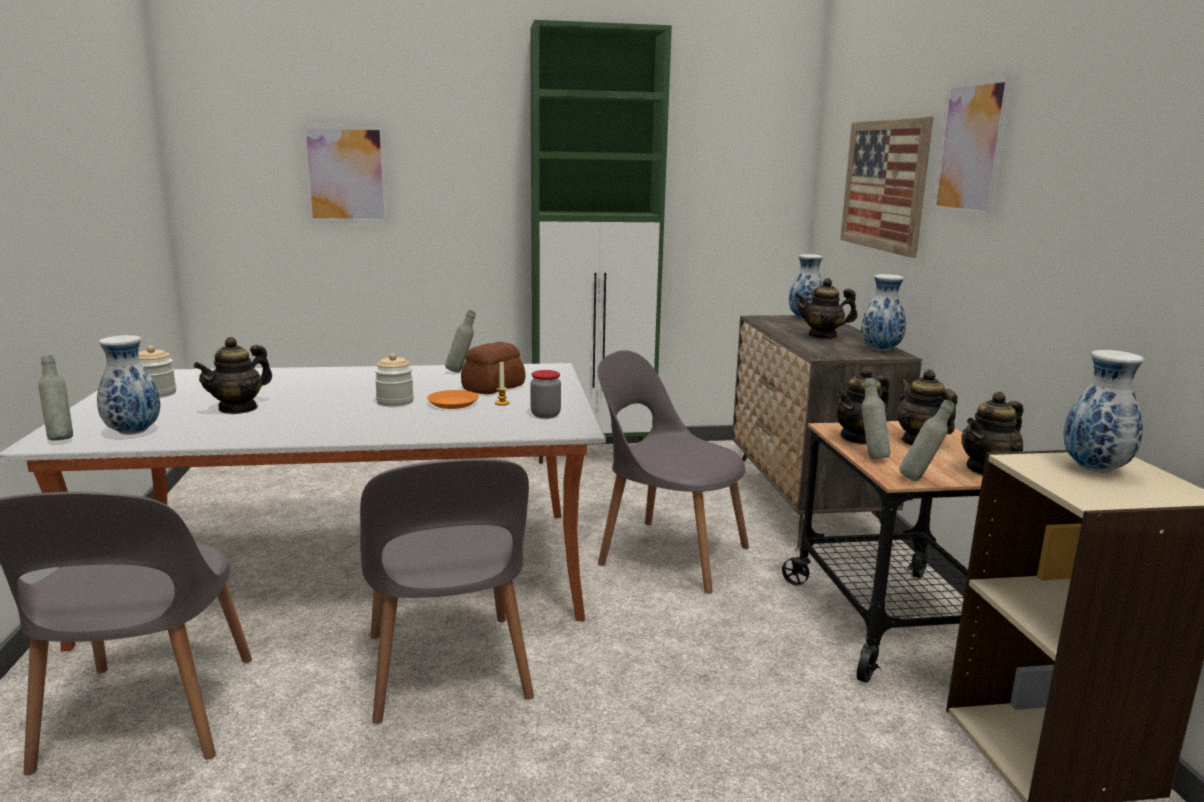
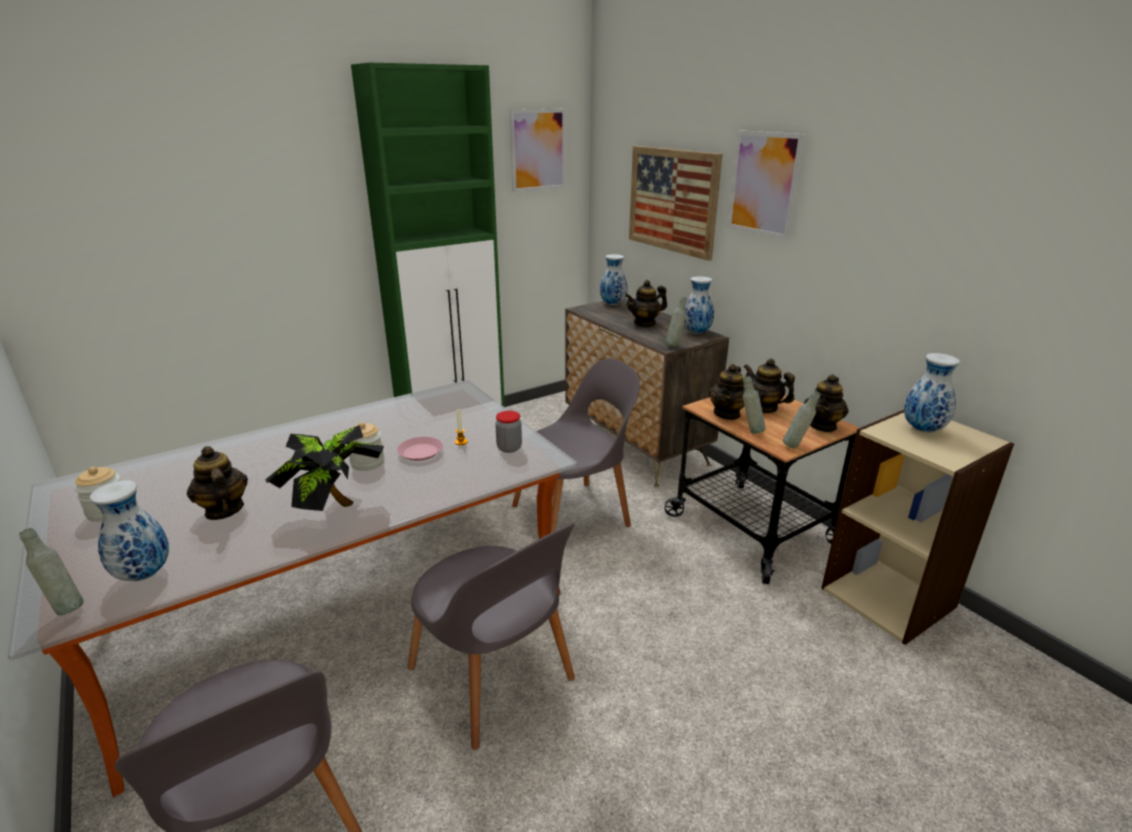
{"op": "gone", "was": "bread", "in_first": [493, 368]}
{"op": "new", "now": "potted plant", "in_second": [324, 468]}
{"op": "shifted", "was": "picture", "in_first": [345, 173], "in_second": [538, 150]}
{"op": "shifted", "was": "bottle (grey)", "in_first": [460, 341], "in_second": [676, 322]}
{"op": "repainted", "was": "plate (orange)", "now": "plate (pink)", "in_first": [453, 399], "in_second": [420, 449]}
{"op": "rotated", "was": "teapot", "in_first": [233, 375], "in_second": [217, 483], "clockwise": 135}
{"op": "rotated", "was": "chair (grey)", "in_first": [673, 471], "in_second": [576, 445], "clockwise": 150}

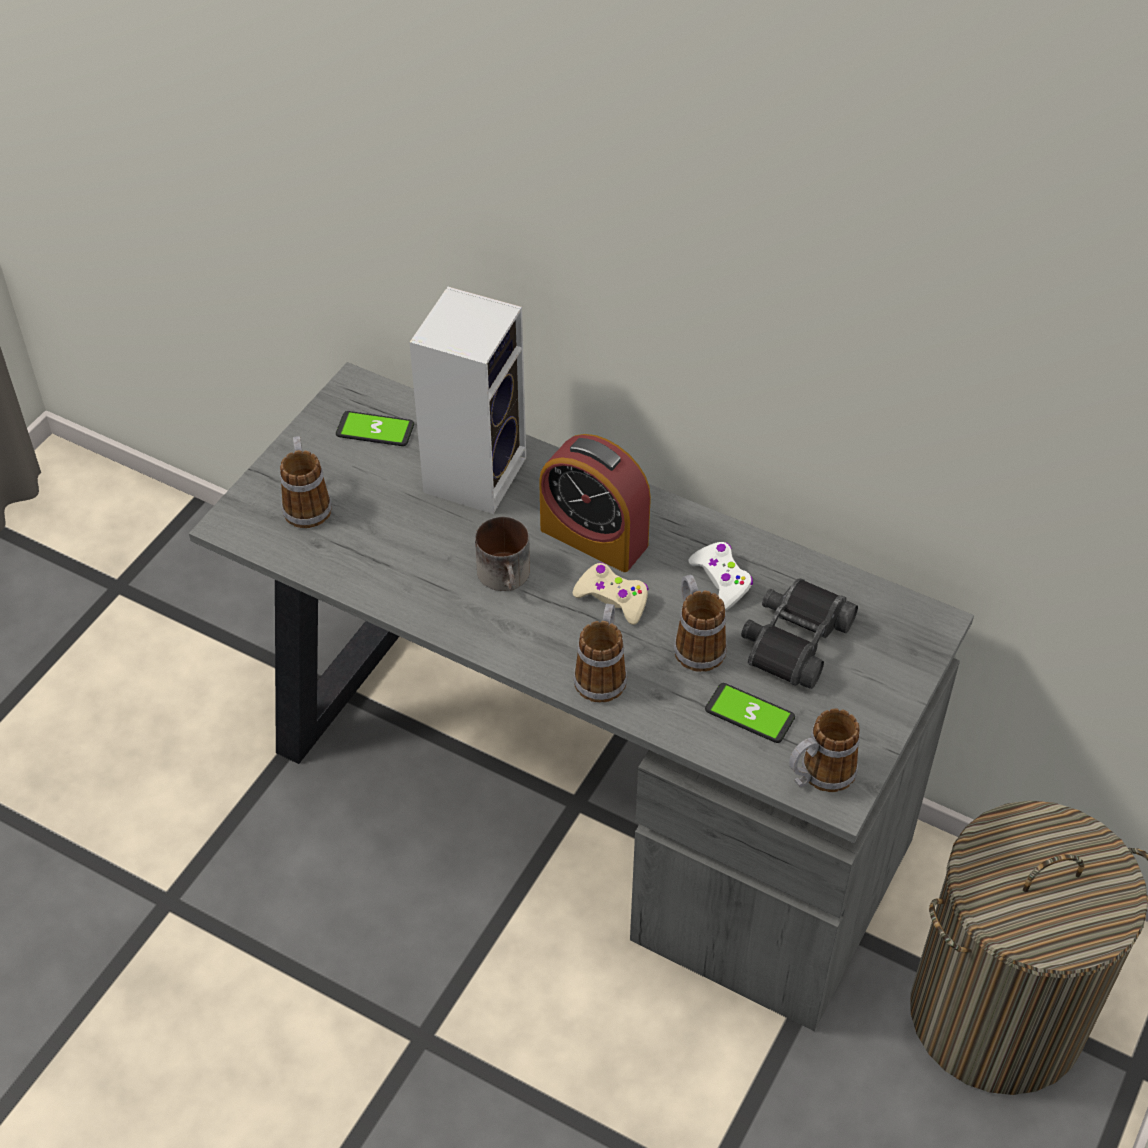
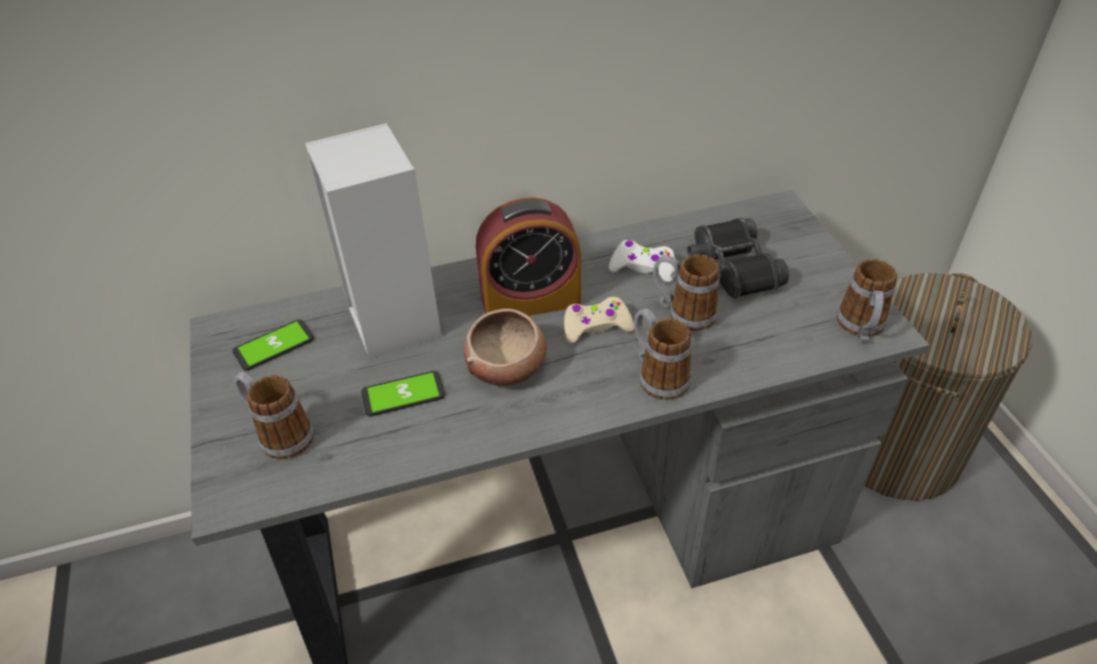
{"op": "shifted", "was": "phone", "in_first": [750, 713], "in_second": [403, 393]}
{"op": "swapped", "was": "mug", "now": "bowl", "in_first": [502, 554], "in_second": [505, 347]}

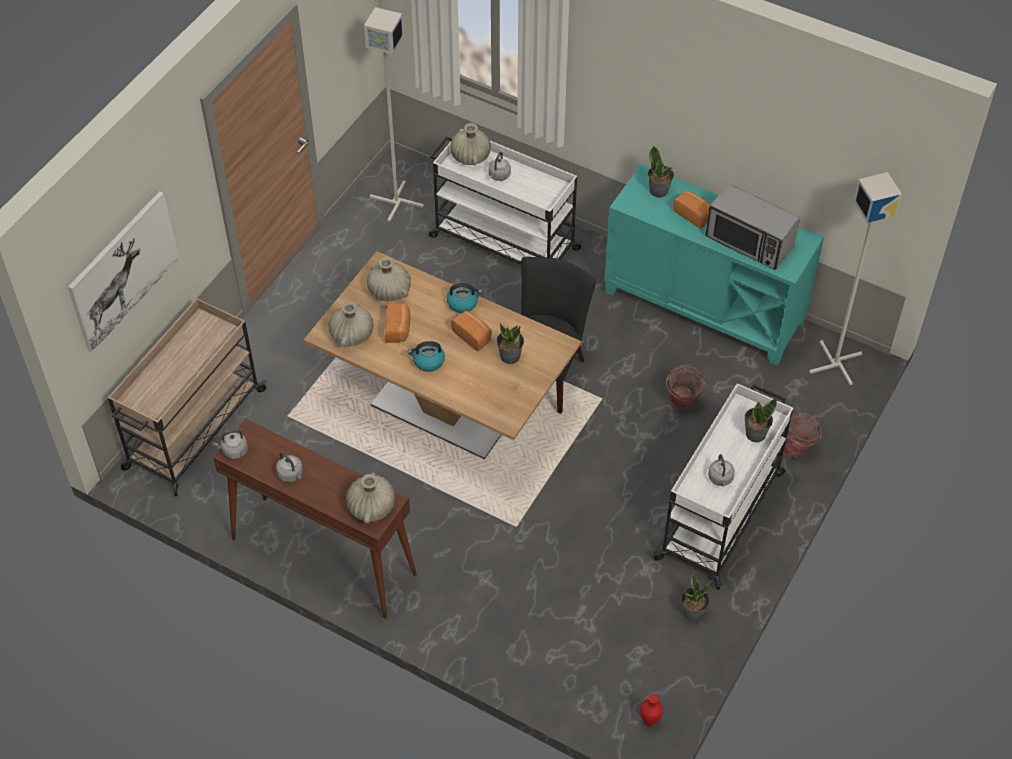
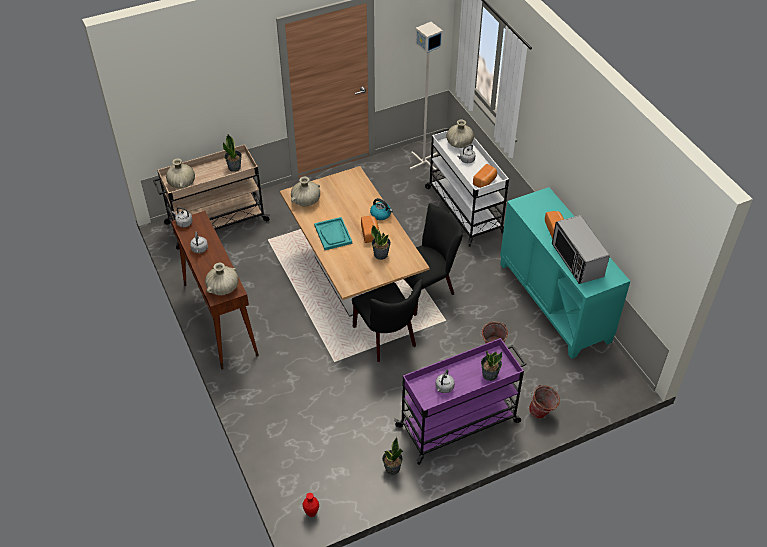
{"op": "gone", "was": "picture", "in_first": [123, 272]}
{"op": "gone", "was": "floor lamp (grey)", "in_first": [855, 278]}
{"op": "new", "now": "chair (black)", "in_second": [387, 320]}
{"op": "shifted", "was": "vase (beige)", "in_first": [389, 279], "in_second": [180, 173]}
{"op": "shifted", "was": "bread", "in_first": [397, 323], "in_second": [485, 176]}
{"op": "shifted", "was": "potted plant", "in_first": [661, 171], "in_second": [232, 153]}
{"op": "swapped", "was": "kettle", "now": "tray (turquoise)", "in_first": [426, 356], "in_second": [333, 233]}
{"op": "repainted", "was": "cart (white)", "now": "cart (purple)", "in_first": [723, 486], "in_second": [460, 401]}

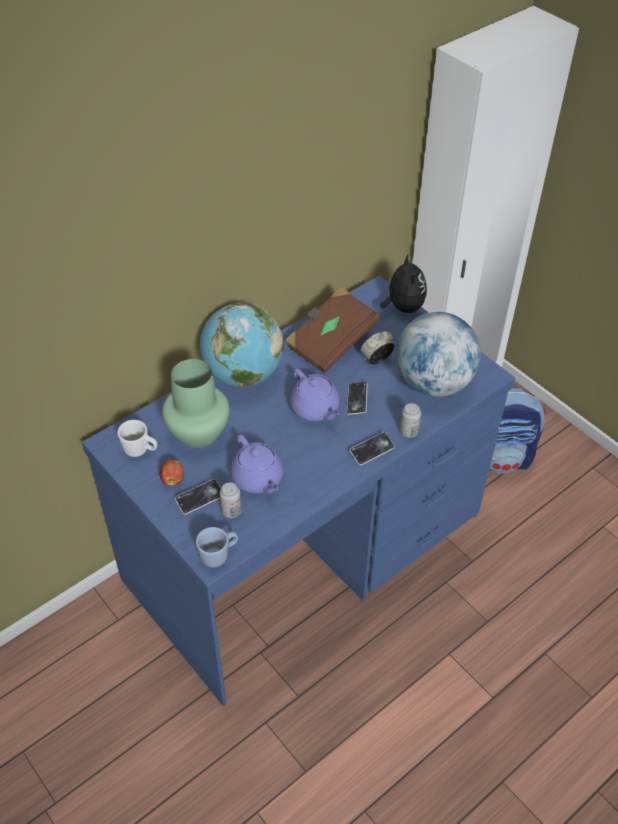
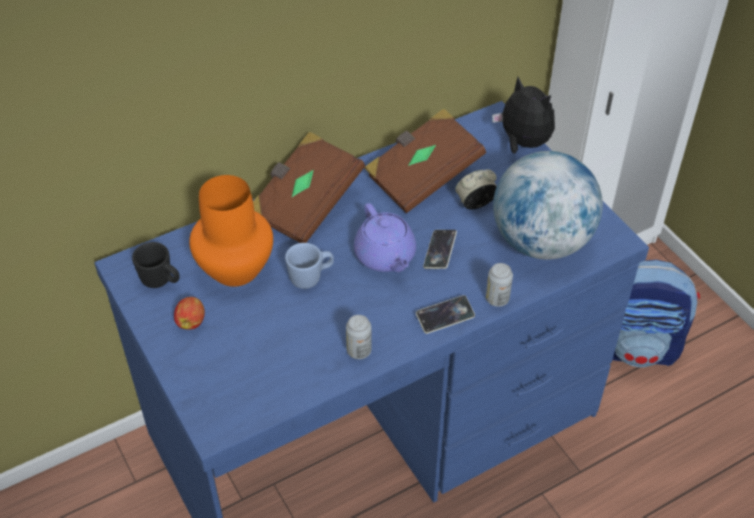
{"op": "gone", "was": "phone", "in_first": [198, 497]}
{"op": "gone", "was": "teapot (purple)", "in_first": [257, 464]}
{"op": "shifted", "was": "mug (blue)", "in_first": [217, 547], "in_second": [309, 266]}
{"op": "shifted", "was": "can", "in_first": [231, 500], "in_second": [359, 337]}
{"op": "swapped", "was": "globe", "now": "book (brown)", "in_first": [242, 345], "in_second": [309, 187]}
{"op": "repainted", "was": "mug (white)", "now": "mug (black)", "in_first": [137, 438], "in_second": [156, 265]}
{"op": "repainted", "was": "vase (green)", "now": "vase (orange)", "in_first": [196, 403], "in_second": [231, 231]}
{"op": "rotated", "was": "plush toy", "in_first": [403, 283], "in_second": [523, 115], "clockwise": -45}

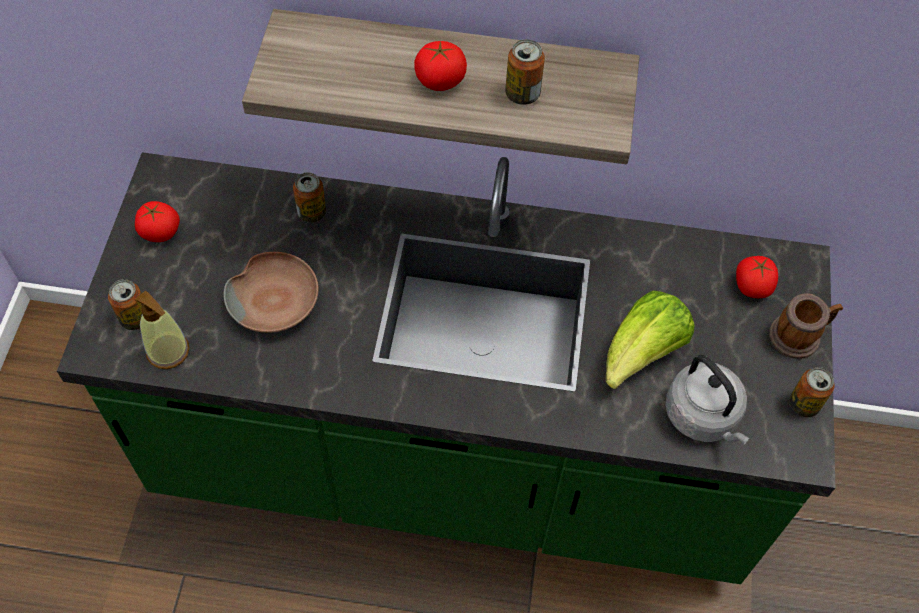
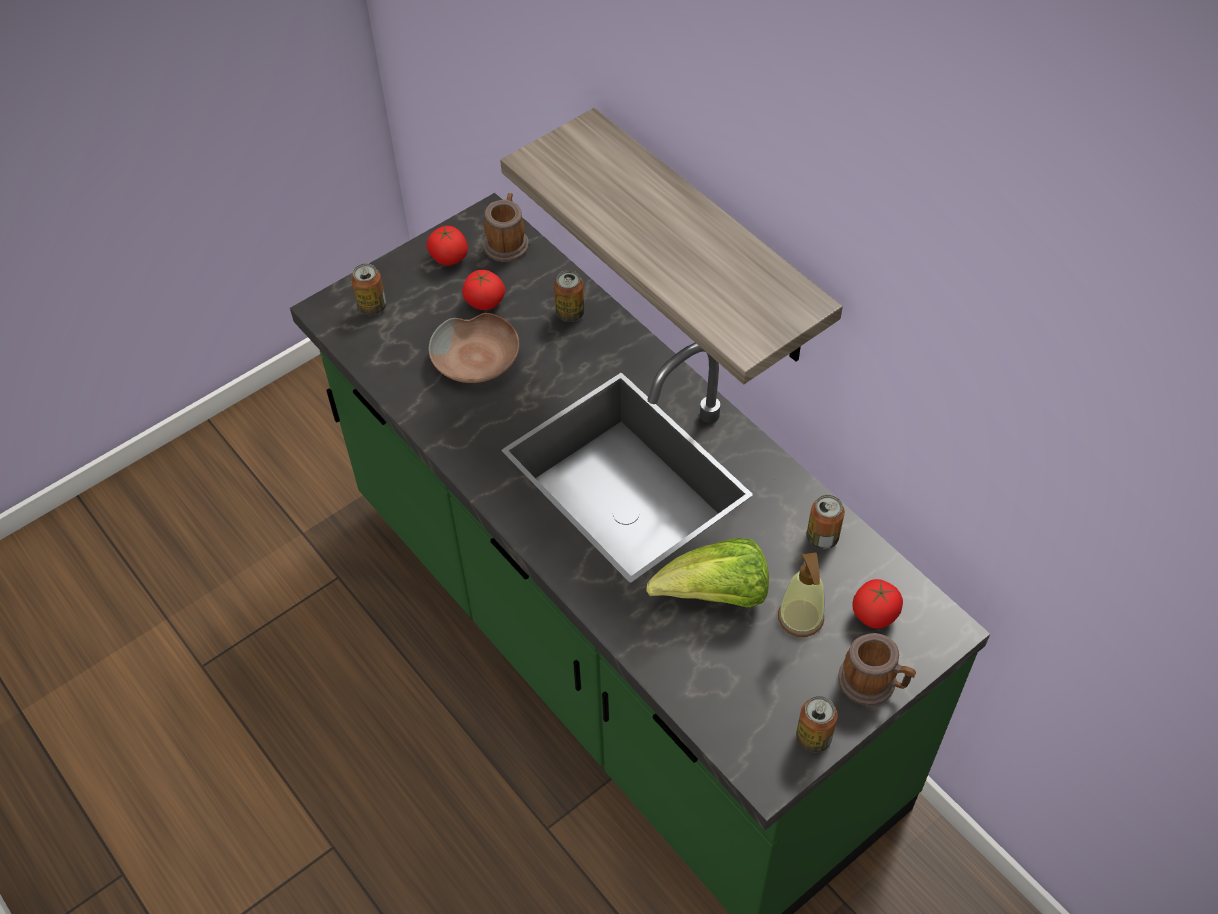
{"op": "gone", "was": "kettle (grey)", "in_first": [707, 400]}
{"op": "new", "now": "mug", "in_second": [506, 227]}
{"op": "shifted", "was": "soap dispenser", "in_first": [162, 329], "in_second": [801, 595]}
{"op": "shifted", "was": "tomato", "in_first": [440, 66], "in_second": [483, 290]}
{"op": "shifted", "was": "can", "in_first": [525, 72], "in_second": [825, 522]}

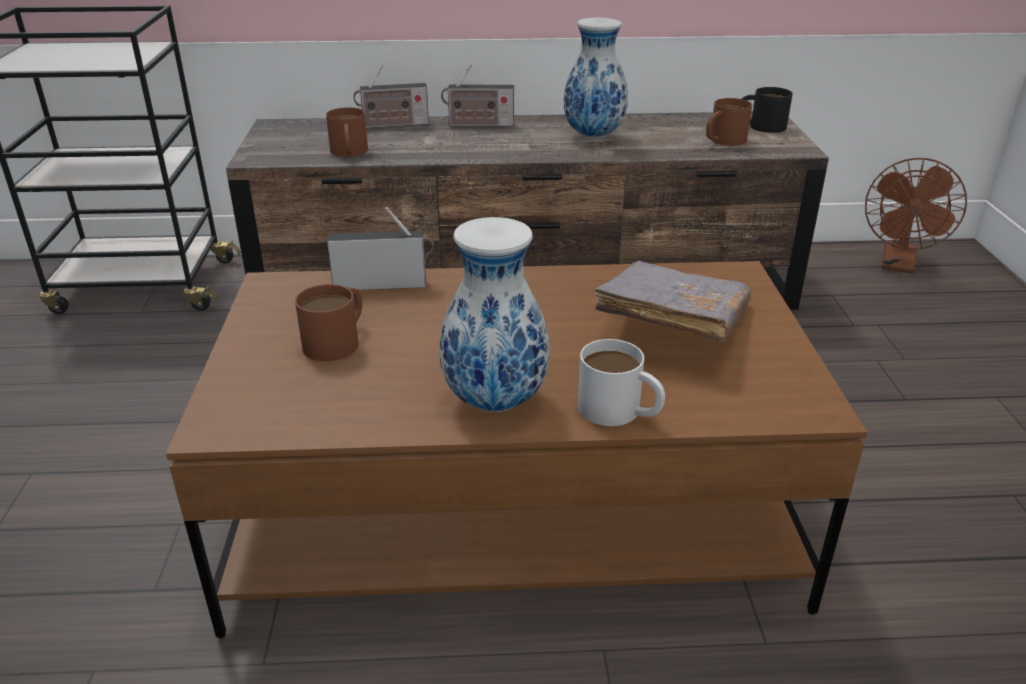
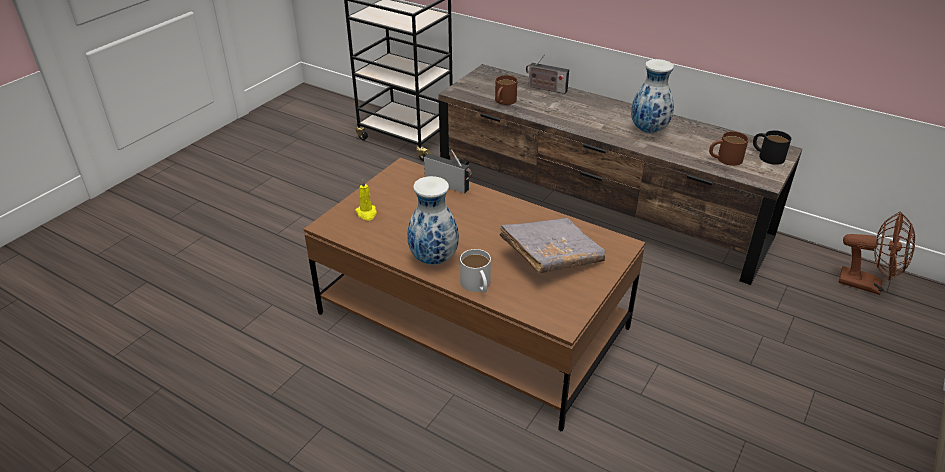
{"op": "gone", "was": "mug (brown)", "in_first": [328, 322]}
{"op": "gone", "was": "radio", "in_first": [477, 96]}
{"op": "new", "now": "candle (yellow)", "in_second": [366, 200]}
{"op": "rotated", "was": "fan (brown)", "in_first": [916, 216], "in_second": [877, 253], "clockwise": -120}

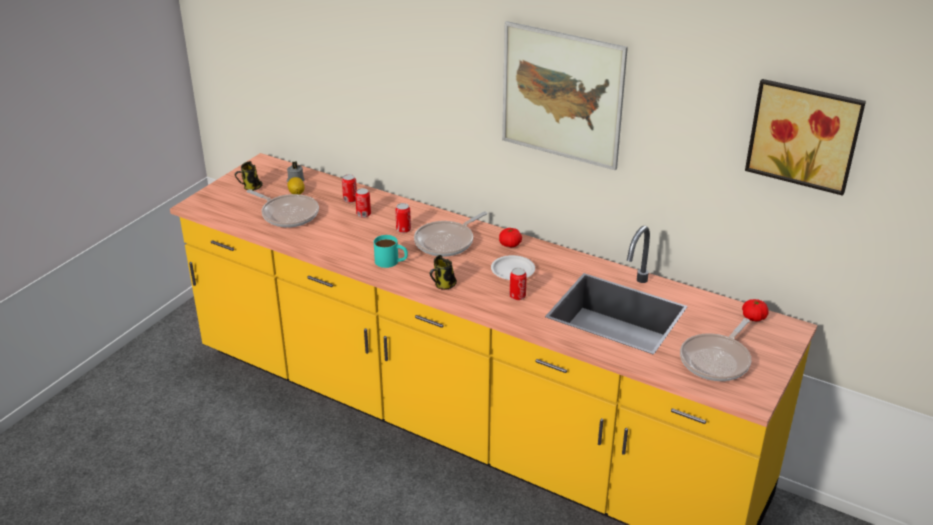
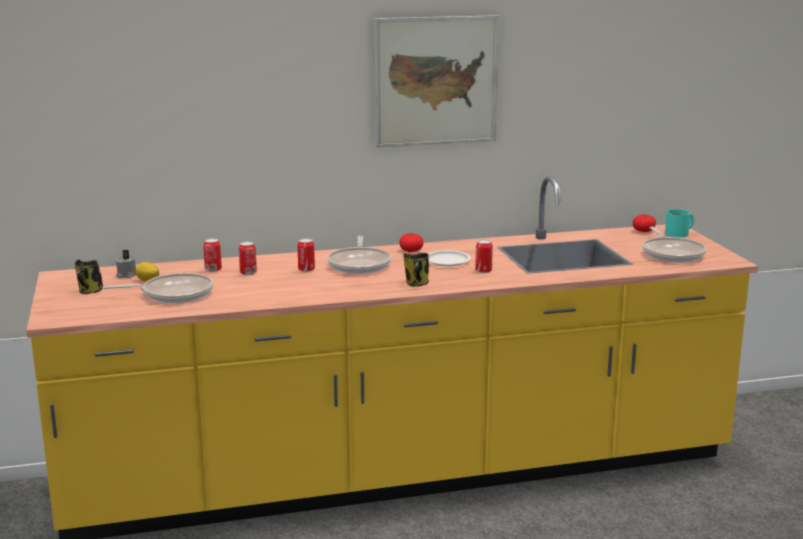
{"op": "gone", "was": "picture", "in_first": [805, 137]}
{"op": "shifted", "was": "mug (turquoise)", "in_first": [391, 251], "in_second": [679, 223]}

